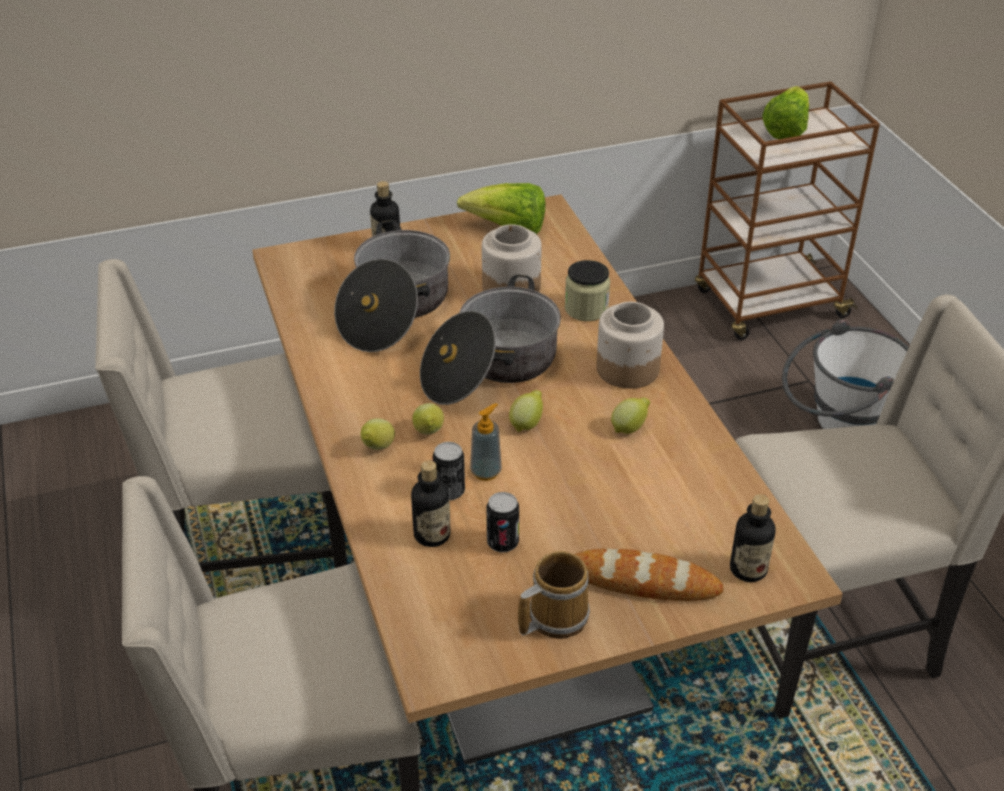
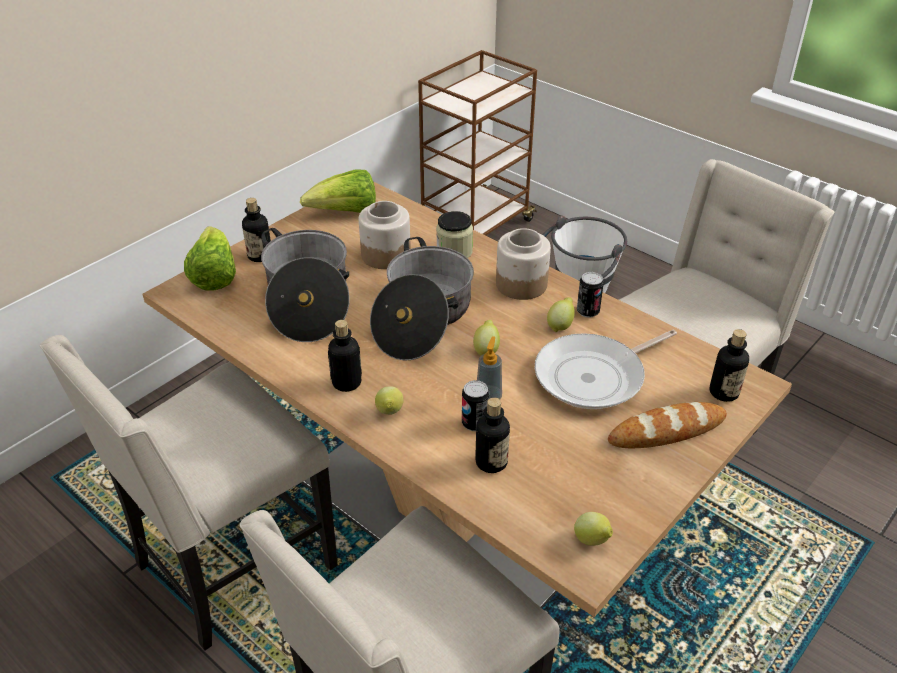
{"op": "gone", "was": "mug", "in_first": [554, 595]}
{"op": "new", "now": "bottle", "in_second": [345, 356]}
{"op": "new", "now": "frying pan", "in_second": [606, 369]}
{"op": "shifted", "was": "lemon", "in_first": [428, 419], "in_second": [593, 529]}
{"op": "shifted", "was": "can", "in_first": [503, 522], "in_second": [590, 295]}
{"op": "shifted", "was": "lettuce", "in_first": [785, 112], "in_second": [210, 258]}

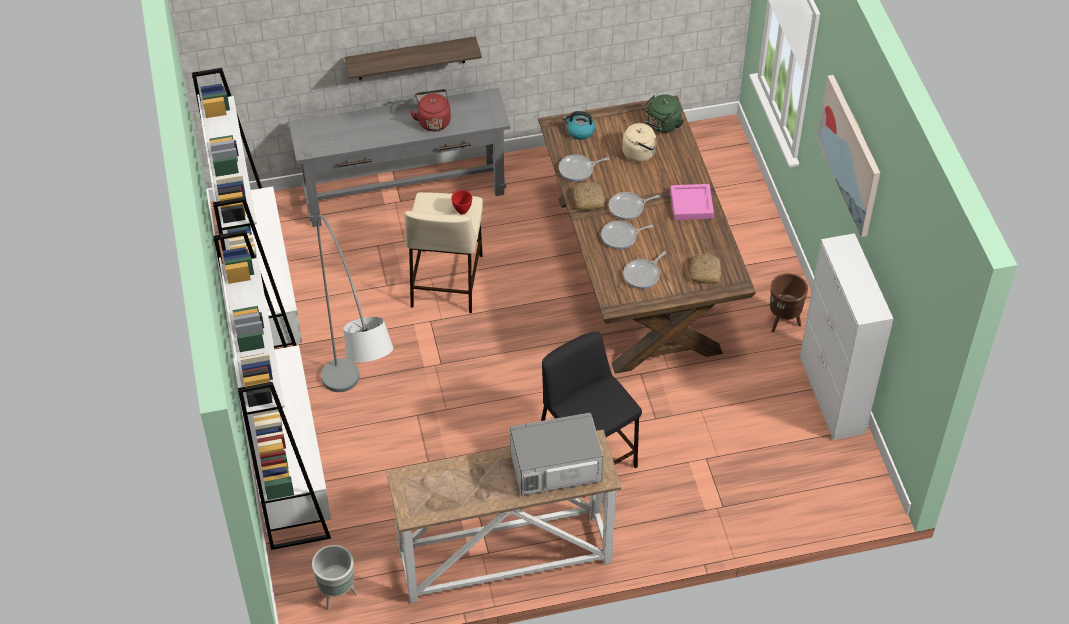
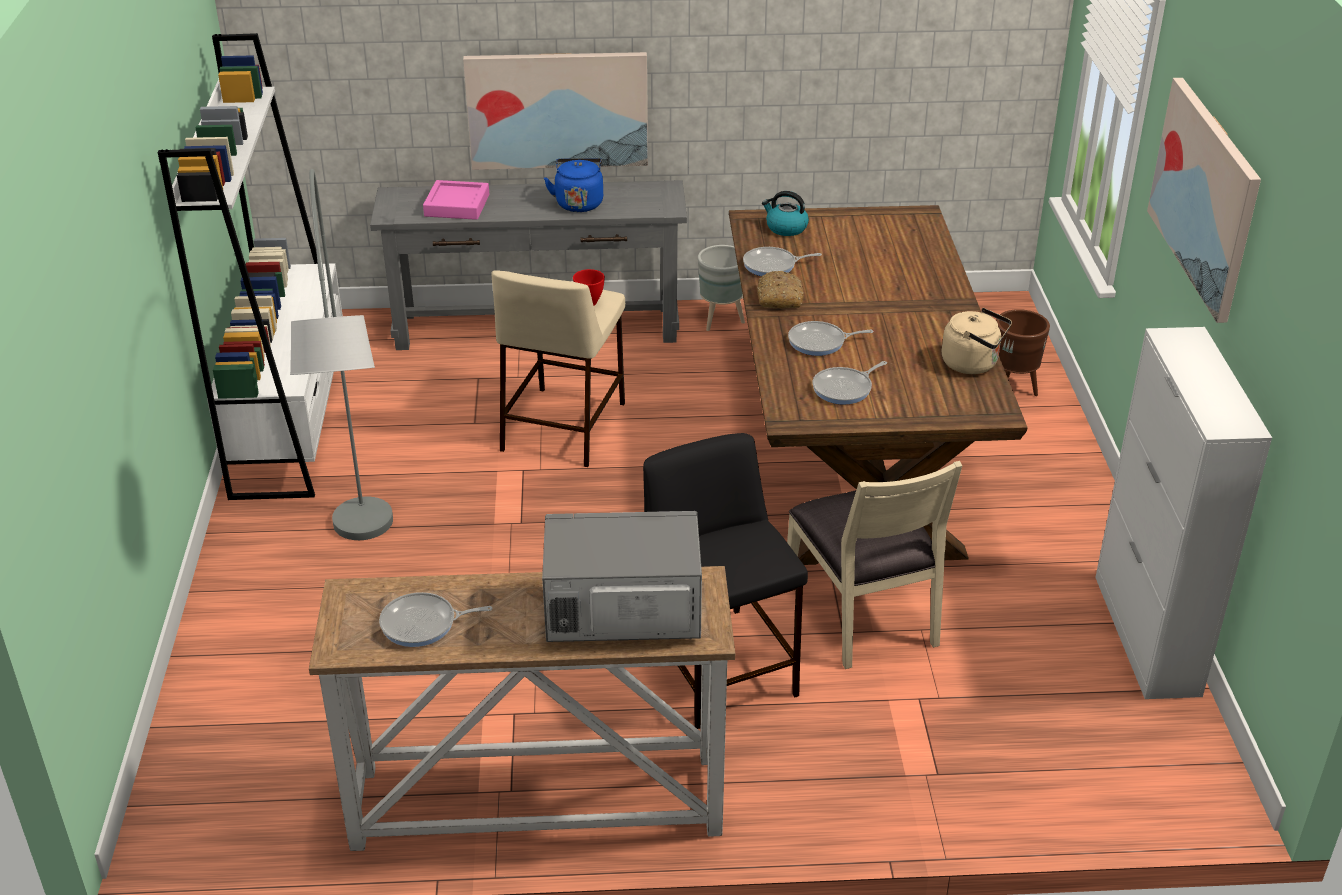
{"op": "gone", "was": "bookcase (white)", "in_first": [272, 390]}
{"op": "gone", "was": "kettle (green)", "in_first": [663, 113]}
{"op": "gone", "was": "bread", "in_first": [706, 269]}
{"op": "new", "now": "chair (beige)", "in_second": [874, 565]}
{"op": "shifted", "was": "planter (grey)", "in_first": [335, 577], "in_second": [721, 288]}
{"op": "shifted", "was": "frying pan", "in_first": [634, 206], "in_second": [435, 619]}
{"op": "shifted", "was": "kettle (beige)", "in_first": [642, 141], "in_second": [977, 341]}
{"op": "shifted", "was": "tray (pink)", "in_first": [692, 202], "in_second": [456, 200]}
{"op": "shifted", "was": "planter (brown)", "in_first": [789, 302], "in_second": [1023, 352]}
{"op": "swapped", "was": "shelf", "now": "picture", "in_first": [413, 58], "in_second": [555, 111]}
{"op": "repainted", "was": "kettle (red)", "now": "kettle (blue)", "in_first": [430, 110], "in_second": [573, 185]}

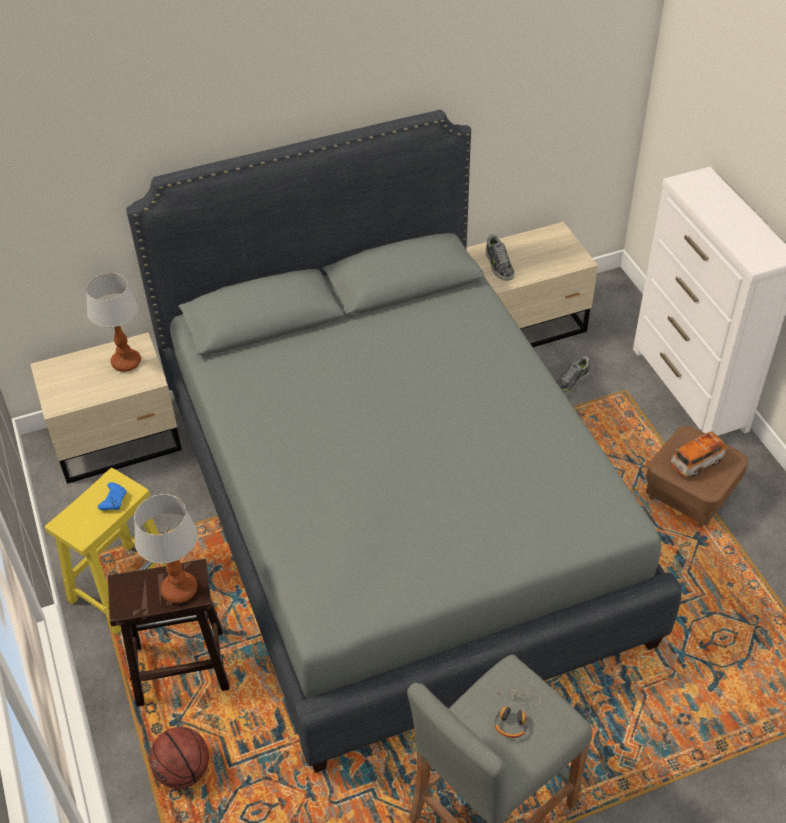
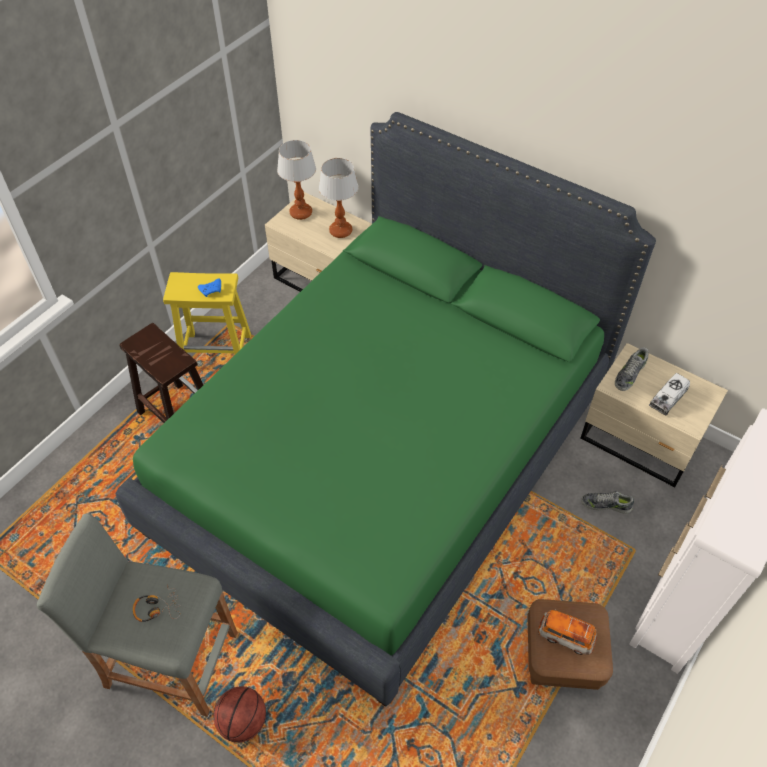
{"op": "new", "now": "toy truck", "in_second": [669, 394]}
{"op": "shifted", "was": "table lamp", "in_first": [166, 548], "in_second": [296, 180]}
{"op": "shifted", "was": "basketball", "in_first": [179, 758], "in_second": [240, 714]}
{"op": "repainted", "was": "bed (grey)", "now": "bed (green)", "in_first": [404, 441], "in_second": [386, 409]}

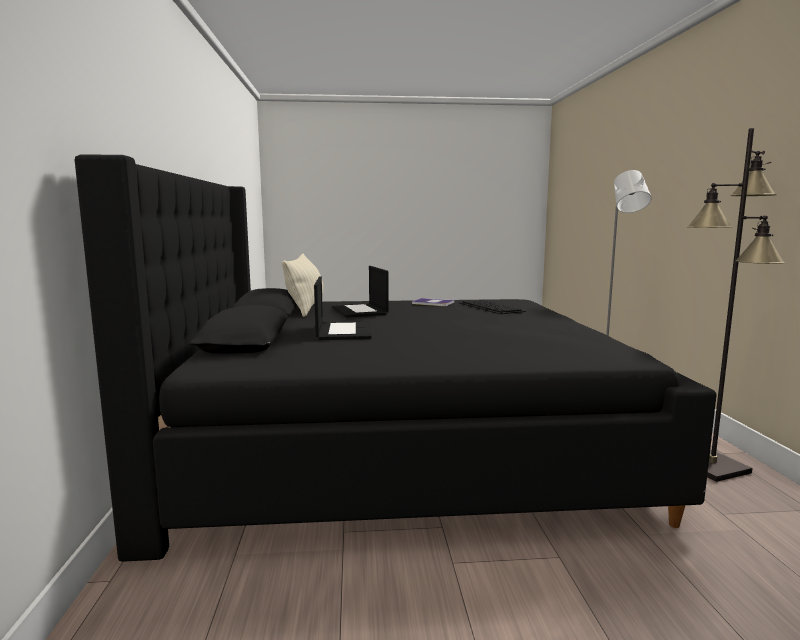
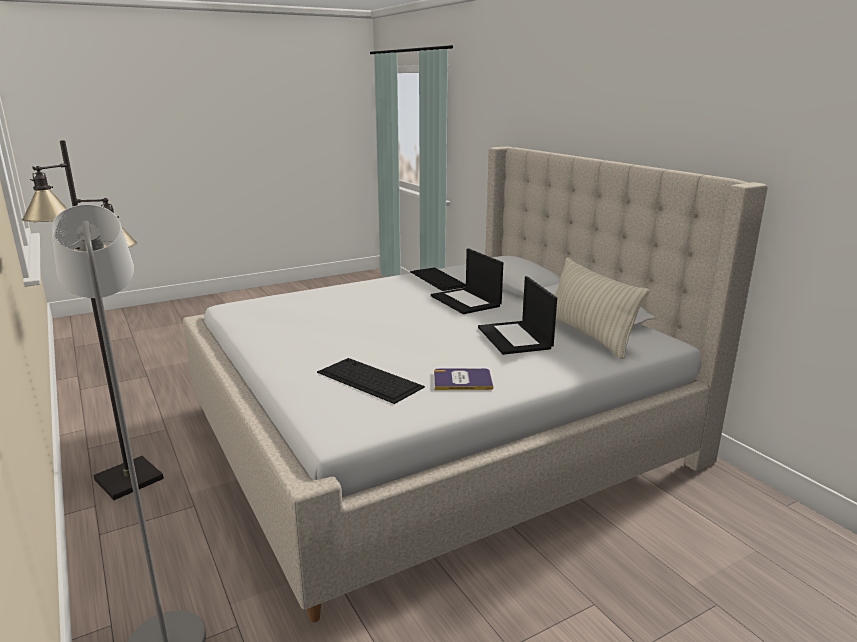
{"op": "new", "now": "keyboard", "in_second": [438, 279]}
{"op": "repainted", "was": "bed (black)", "now": "bed (beige)", "in_first": [395, 358], "in_second": [475, 384]}
{"op": "rotated", "was": "laptop", "in_first": [360, 292], "in_second": [517, 315], "clockwise": -150}

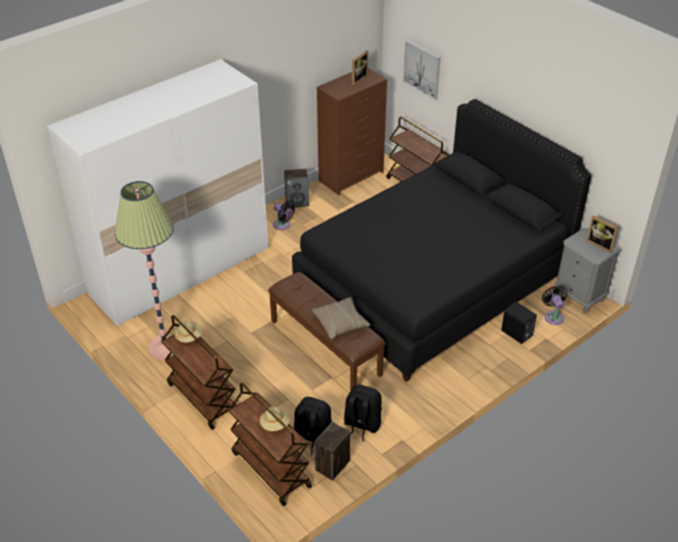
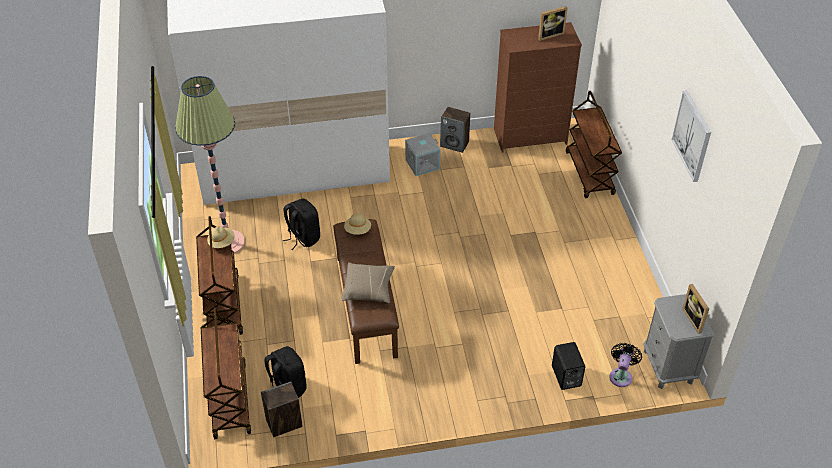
{"op": "gone", "was": "bed (black)", "in_first": [442, 240]}
{"op": "shifted", "was": "hat (beige)", "in_first": [275, 418], "in_second": [357, 224]}
{"op": "shifted", "was": "backpack (black)", "in_first": [363, 413], "in_second": [301, 224]}
{"op": "shifted", "was": "picture", "in_first": [422, 70], "in_second": [691, 136]}
{"op": "swapped", "was": "fan (black)", "now": "storage box (grey)", "in_first": [284, 215], "in_second": [422, 154]}

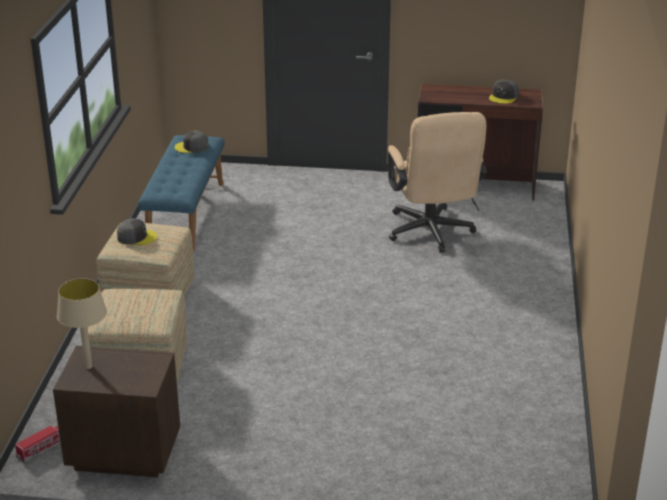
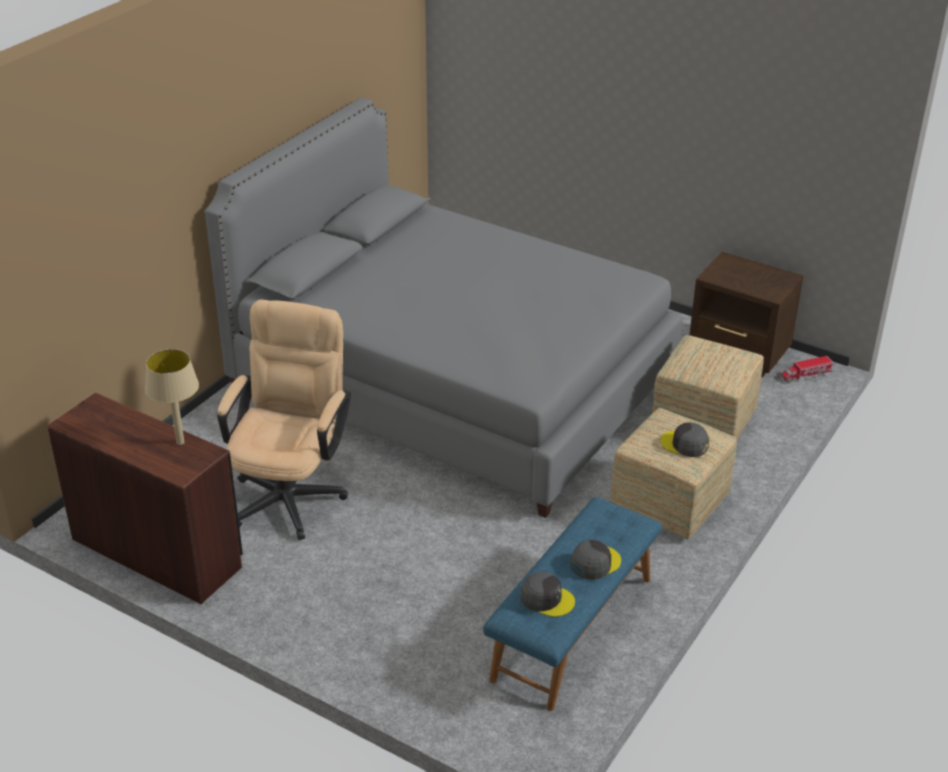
{"op": "new", "now": "bed (grey)", "in_second": [444, 308]}
{"op": "shifted", "was": "table lamp (beige)", "in_first": [82, 323], "in_second": [172, 397]}
{"op": "shifted", "was": "cap (grey)", "in_first": [504, 92], "in_second": [595, 560]}

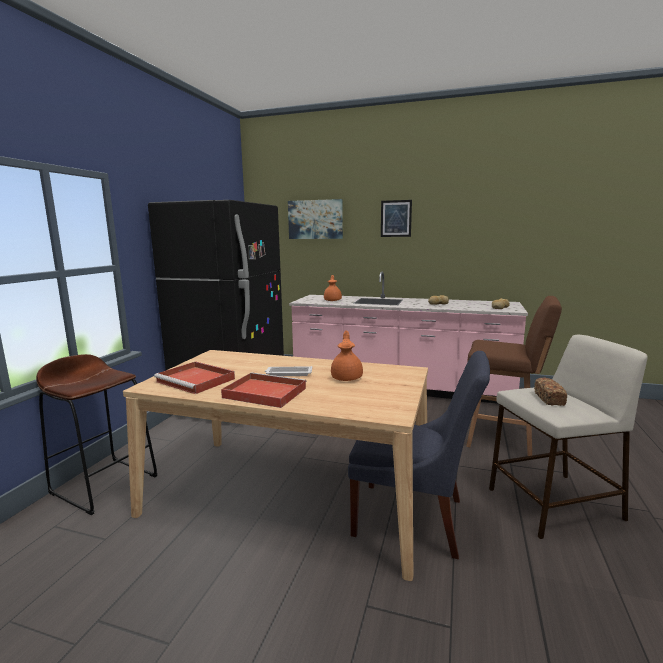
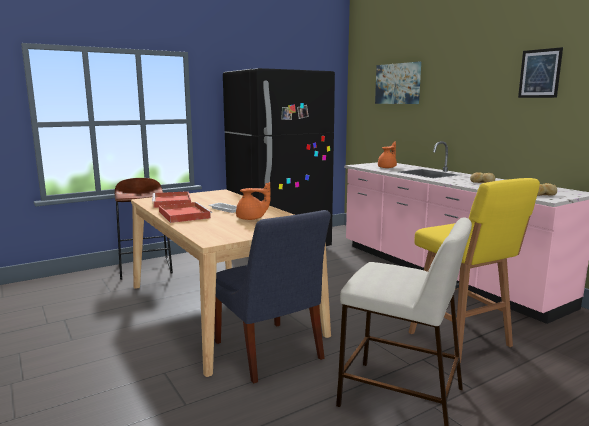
{"op": "gone", "was": "bread", "in_first": [550, 391]}
{"op": "shifted", "was": "picture", "in_first": [396, 218], "in_second": [540, 72]}
{"op": "repainted", "was": "stool (brown)", "now": "stool (yellow)", "in_first": [514, 376], "in_second": [474, 271]}
{"op": "rotated", "was": "teapot (orange)", "in_first": [347, 355], "in_second": [253, 201], "clockwise": 45}

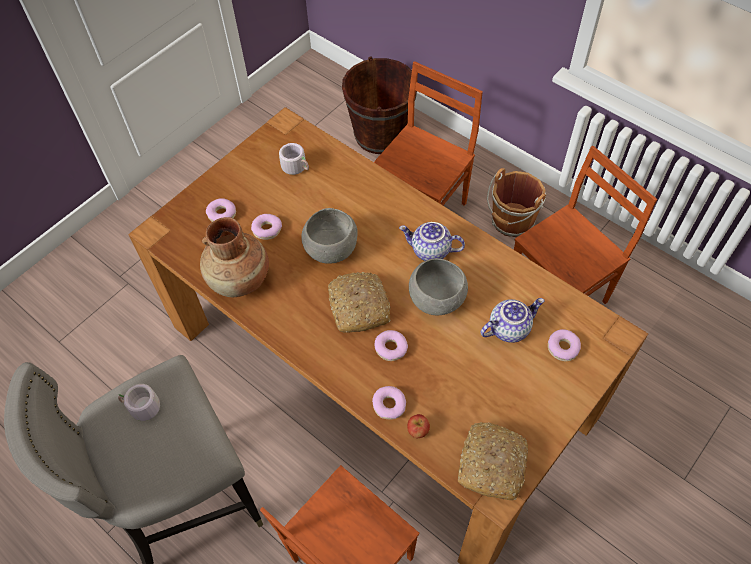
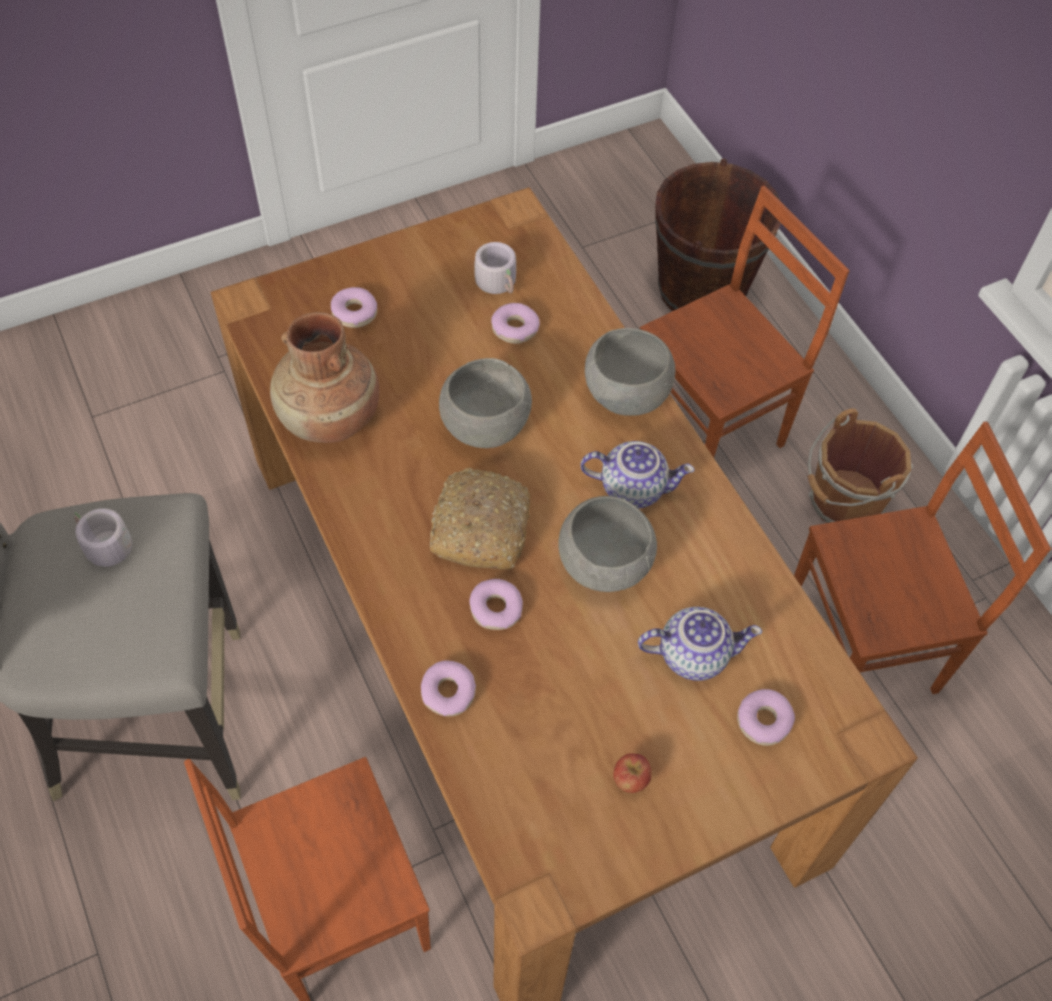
{"op": "gone", "was": "bread", "in_first": [493, 461]}
{"op": "new", "now": "bowl (grey)", "in_second": [630, 372]}
{"op": "shifted", "was": "donut", "in_first": [266, 227], "in_second": [515, 323]}
{"op": "shifted", "was": "apple", "in_first": [418, 426], "in_second": [632, 773]}
{"op": "rotated", "was": "teapot", "in_first": [432, 241], "in_second": [638, 475], "clockwise": 150}

